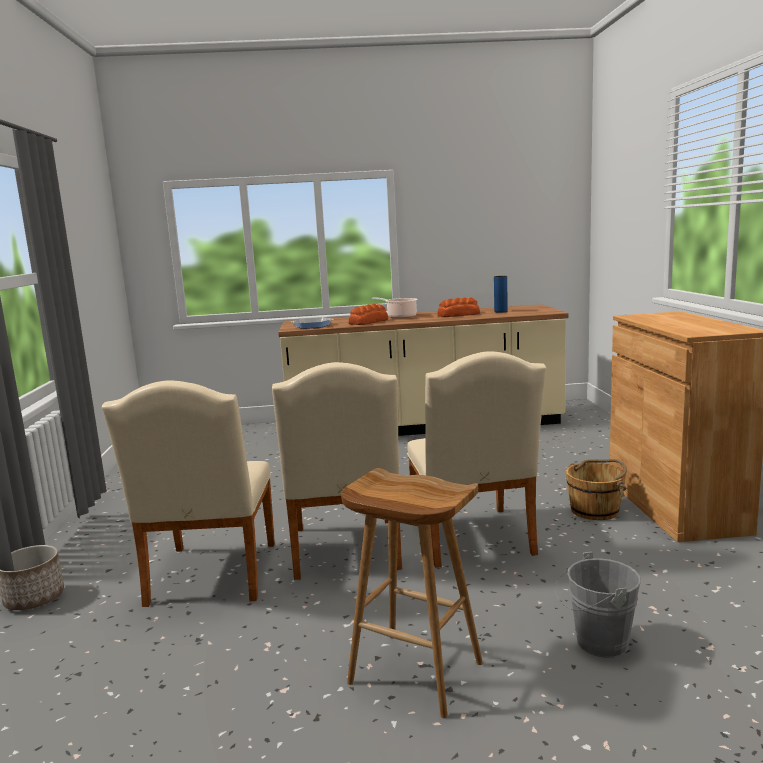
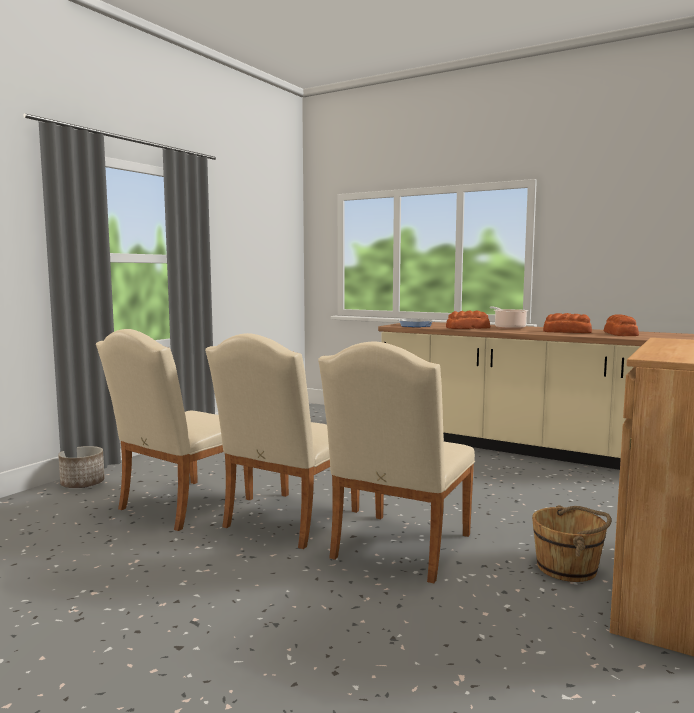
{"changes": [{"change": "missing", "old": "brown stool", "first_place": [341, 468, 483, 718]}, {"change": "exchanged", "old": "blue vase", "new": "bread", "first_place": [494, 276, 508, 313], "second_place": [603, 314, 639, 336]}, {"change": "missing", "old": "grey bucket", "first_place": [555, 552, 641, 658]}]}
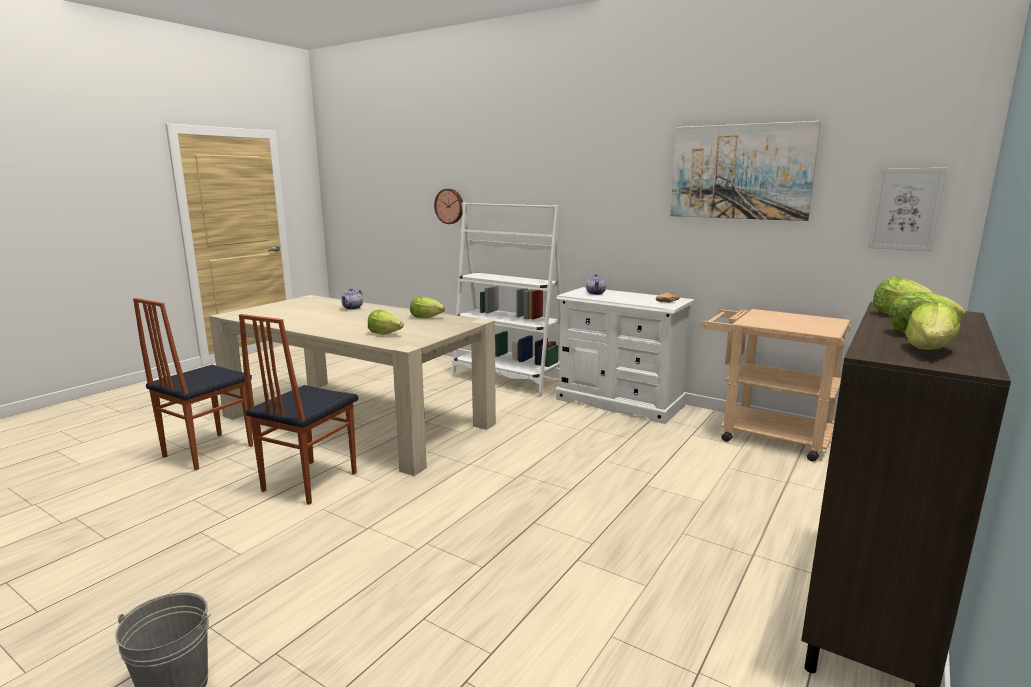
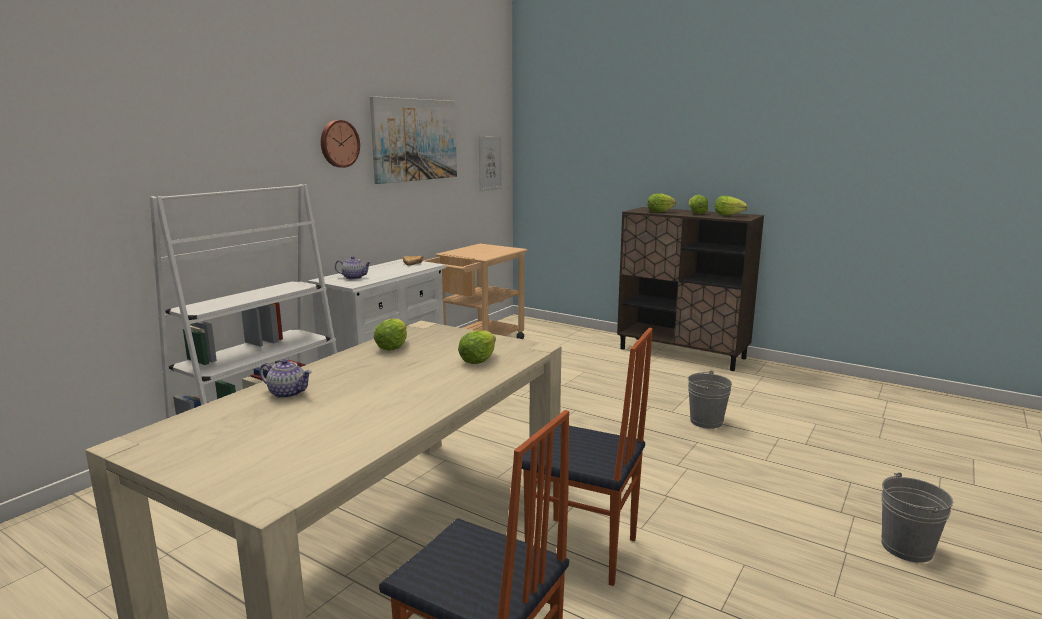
{"changes": [{"change": "relocated", "old": "wall clock", "first_place": [434, 189, 463, 224], "second_place": [321, 120, 360, 168]}, {"change": "appeared", "new": "grey bucket", "second_place": [688, 371, 732, 429]}]}
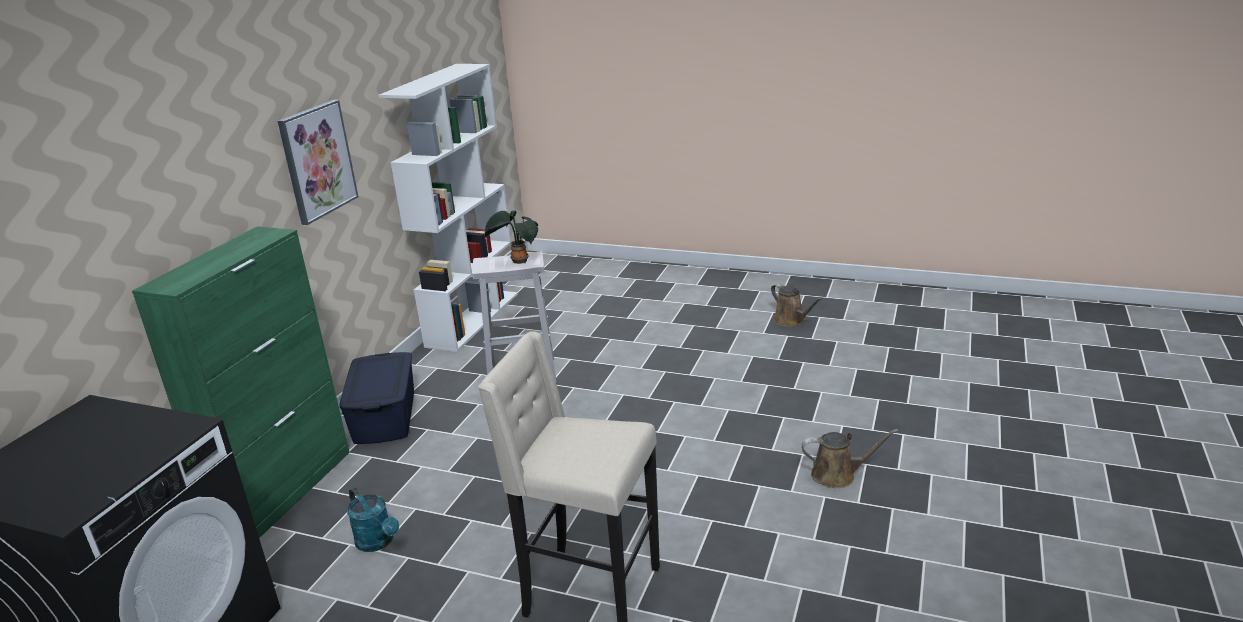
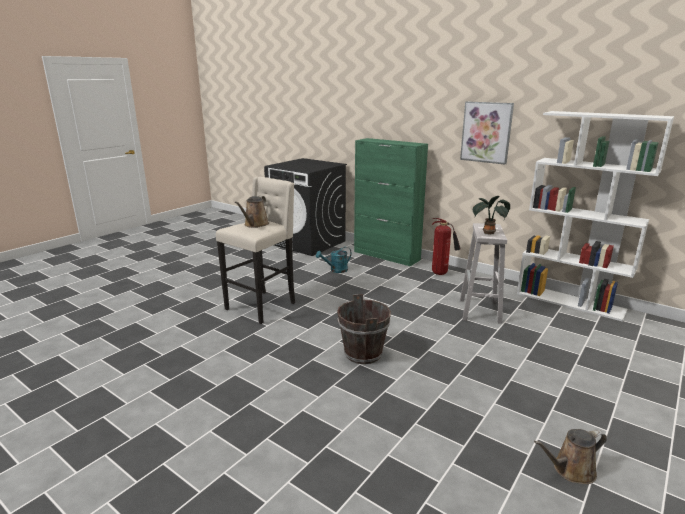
{"changes": [{"change": "exchanged", "old": "blue storage box", "new": "fire extinguisher", "first_place": [339, 352, 414, 444], "second_place": [432, 218, 461, 275]}, {"change": "relocated", "old": "brown watering can", "first_place": [802, 429, 898, 488], "second_place": [235, 196, 269, 228]}, {"change": "appeared", "new": "brown bucket", "second_place": [337, 294, 391, 364]}]}
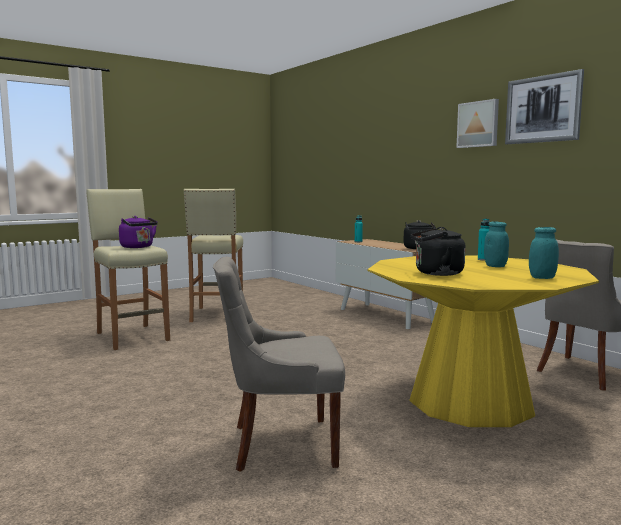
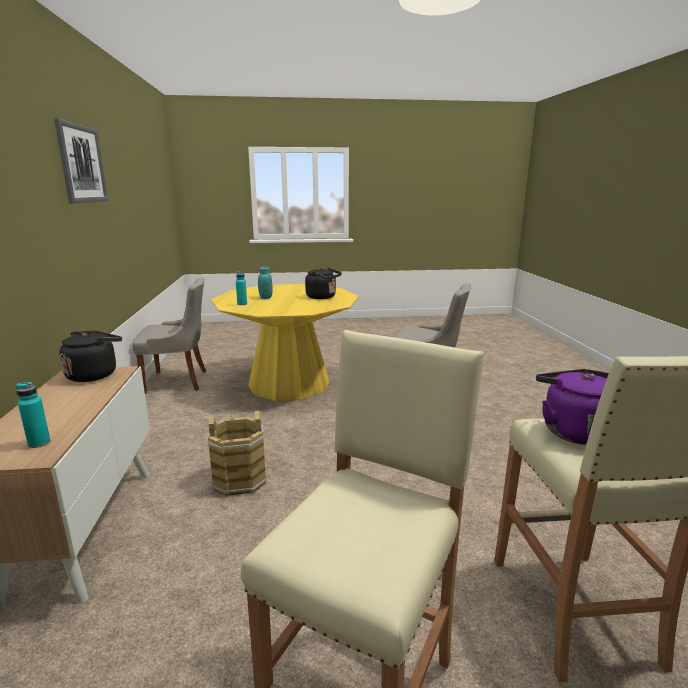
{"changes": [{"change": "missing", "old": "picture", "first_place": [456, 99, 499, 148]}, {"change": "missing", "old": "turquoise jar", "first_place": [529, 227, 559, 279]}, {"change": "appeared", "new": "brown bucket", "second_place": [208, 411, 267, 496]}]}
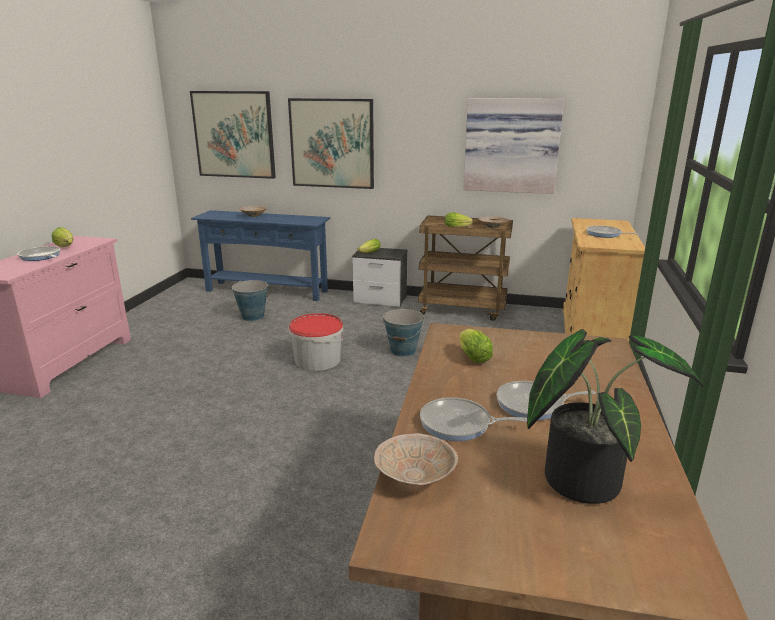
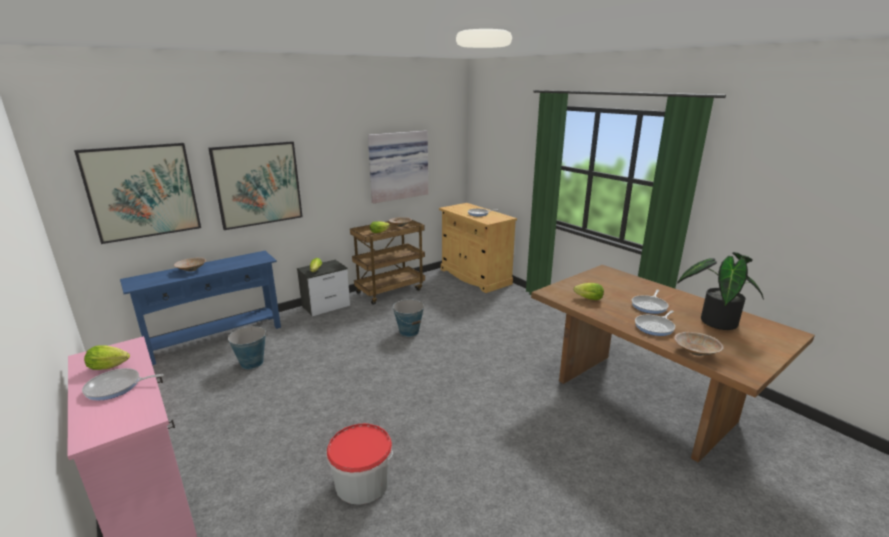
{"changes": [{"change": "relocated", "old": "bucket", "first_place": [289, 313, 343, 371], "second_place": [326, 423, 393, 505]}]}
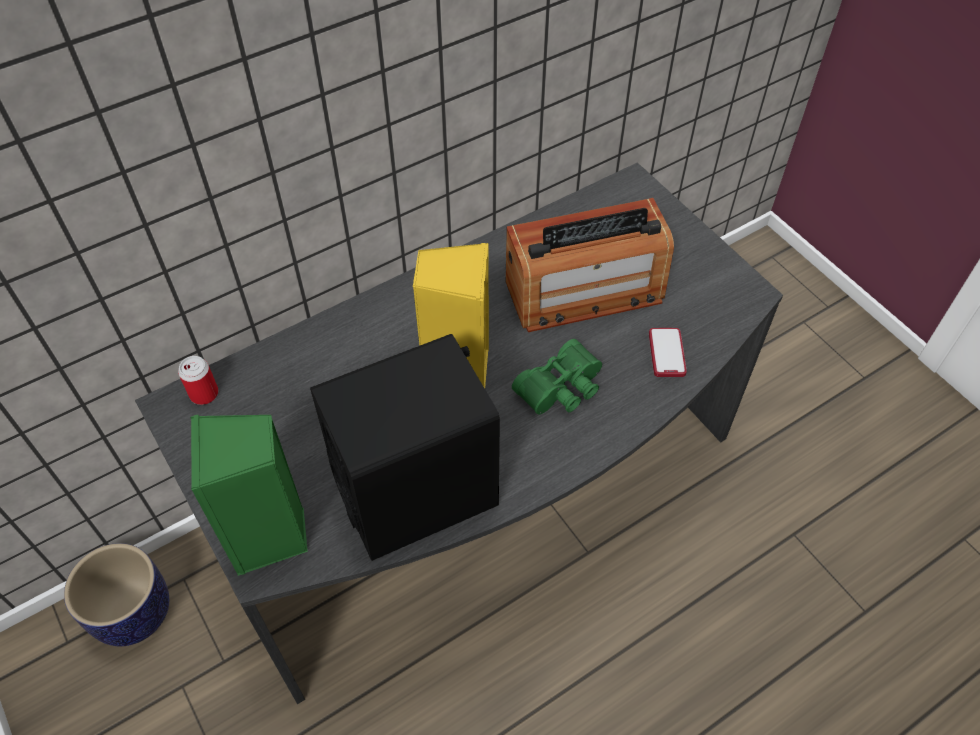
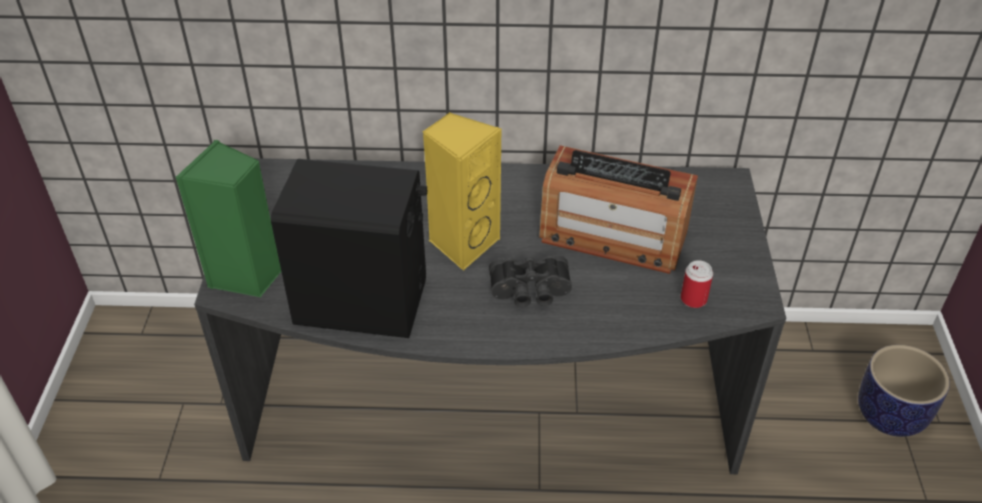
{"changes": [{"change": "relocated", "old": "planter", "first_place": [64, 543, 169, 646], "second_place": [858, 345, 950, 437]}, {"change": "relocated", "old": "can", "first_place": [178, 356, 218, 405], "second_place": [681, 260, 713, 308]}, {"change": "colour", "old": "green binoculars", "new": "black binoculars", "first_place": [512, 339, 602, 414], "second_place": [489, 255, 572, 307]}, {"change": "missing", "old": "phone", "first_place": [649, 328, 687, 377]}]}
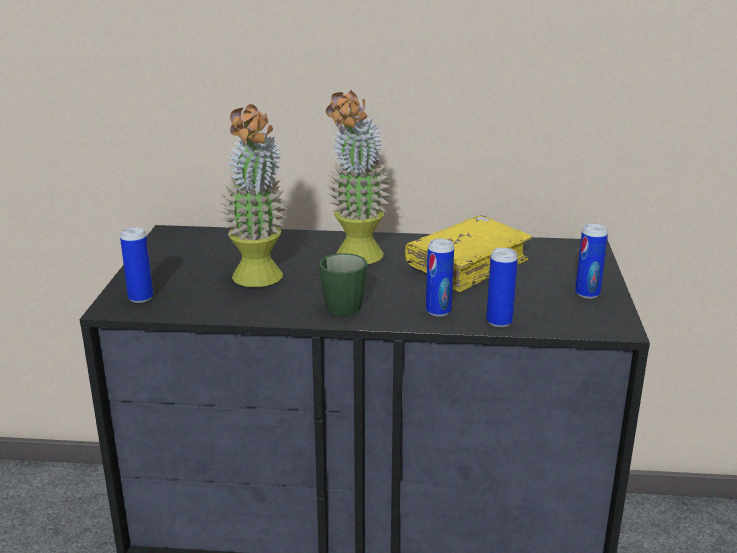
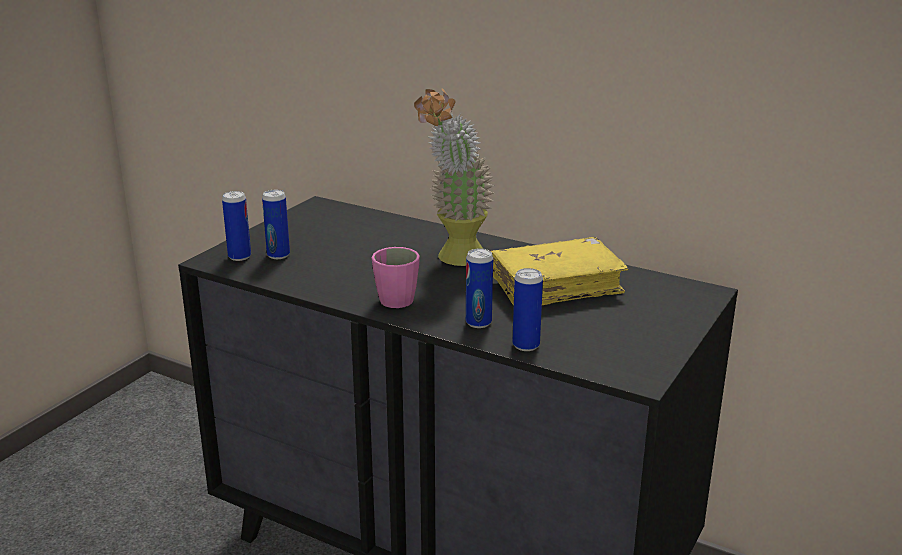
{"changes": [{"change": "missing", "old": "potted plant", "first_place": [219, 104, 289, 287]}, {"change": "colour", "old": "green mug", "new": "pink mug", "first_place": [319, 253, 367, 315], "second_place": [372, 247, 420, 308]}, {"change": "relocated", "old": "can", "first_place": [575, 224, 608, 299], "second_place": [262, 190, 290, 259]}]}
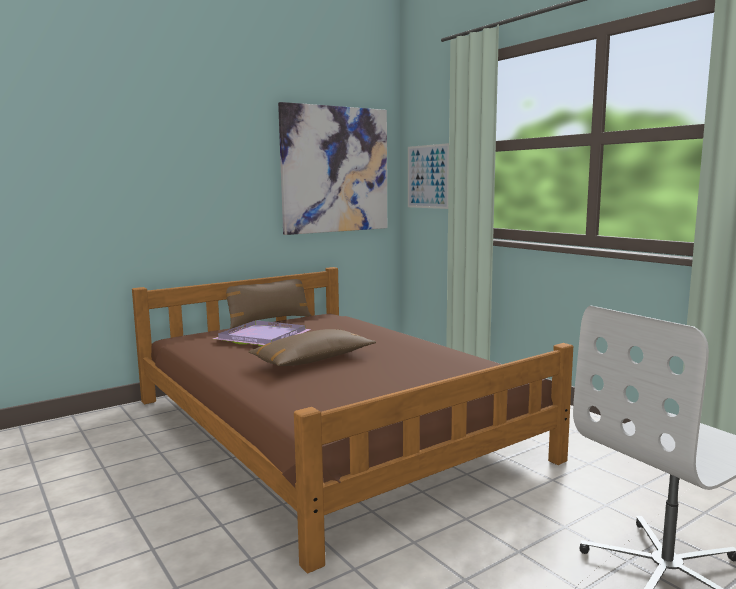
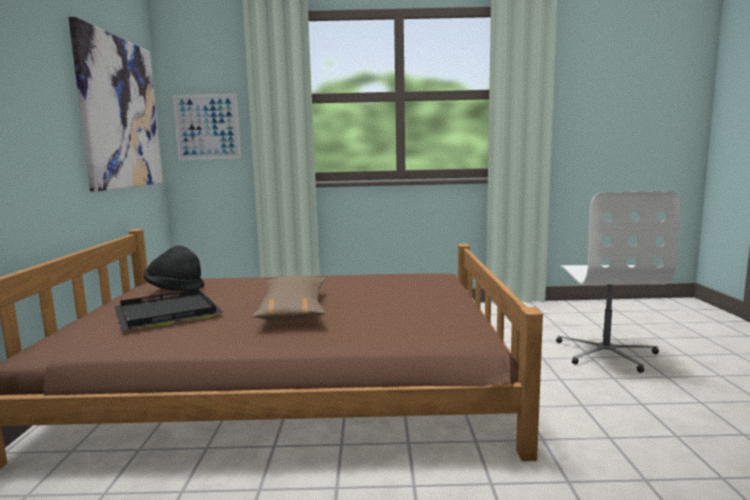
{"changes": [{"change": "colour", "old": "purple tray", "new": "black tray", "first_place": [213, 320, 311, 346], "second_place": [115, 289, 223, 330]}, {"change": "missing", "old": "brown pillow", "first_place": [226, 279, 311, 329]}, {"change": "appeared", "new": "black hat", "second_place": [144, 245, 204, 291]}]}
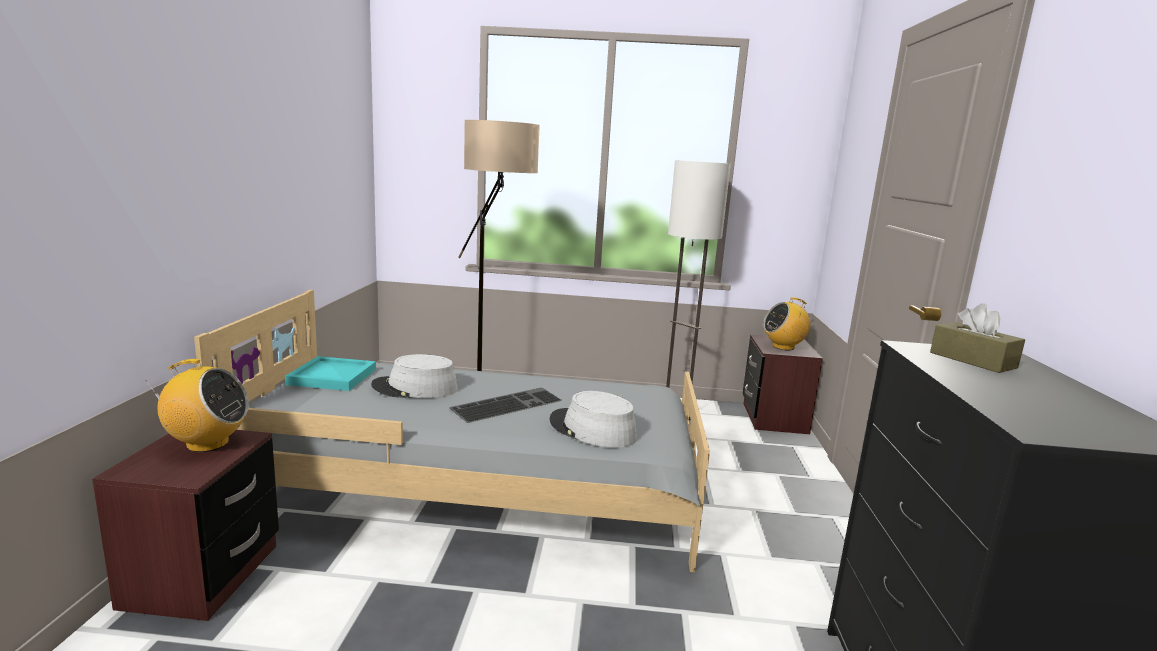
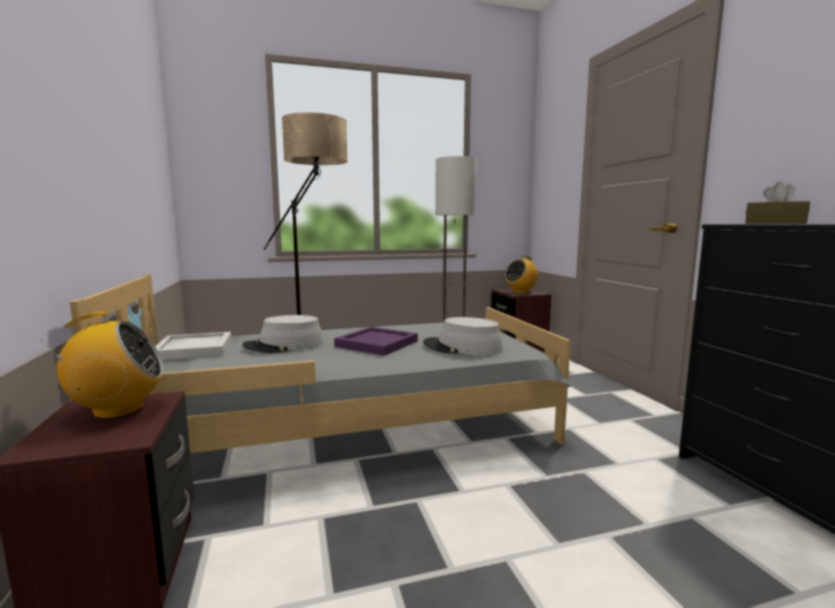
{"changes": [{"change": "colour", "old": "turquoise tray", "new": "white tray", "first_place": [285, 356, 376, 391], "second_place": [155, 332, 232, 360]}, {"change": "exchanged", "old": "keyboard", "new": "purple tray", "first_place": [449, 387, 562, 423], "second_place": [334, 327, 418, 356]}]}
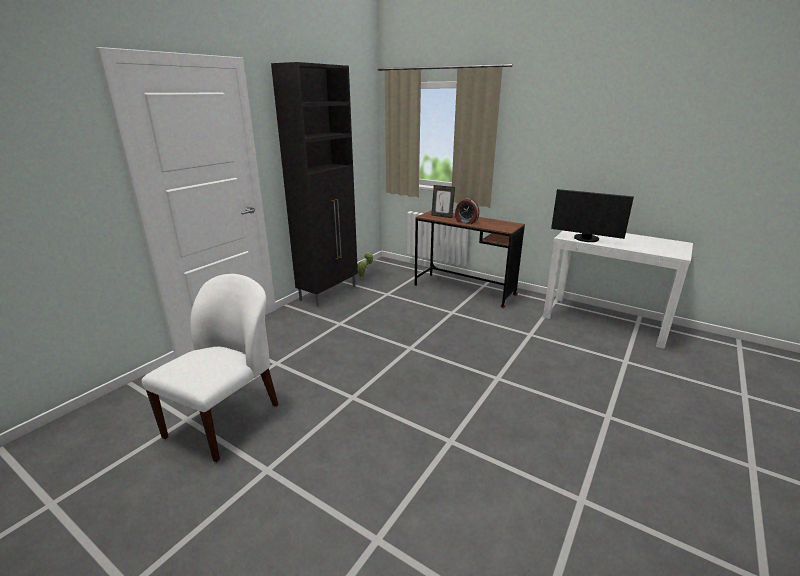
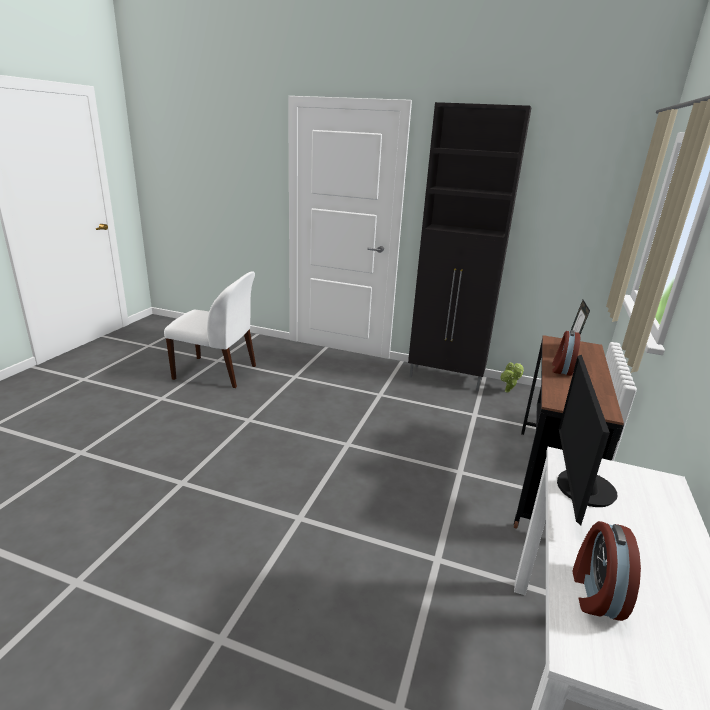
{"changes": [{"change": "appeared", "new": "alarm clock", "second_place": [572, 521, 641, 621]}]}
